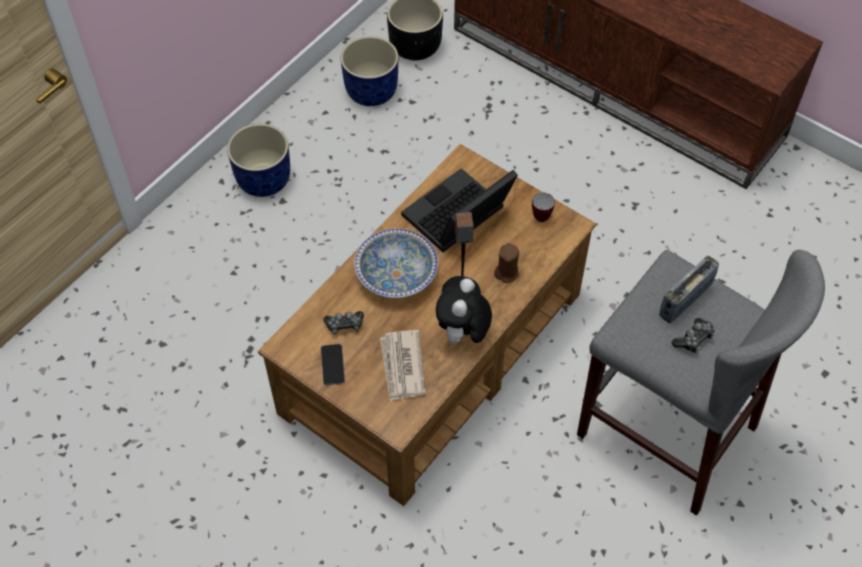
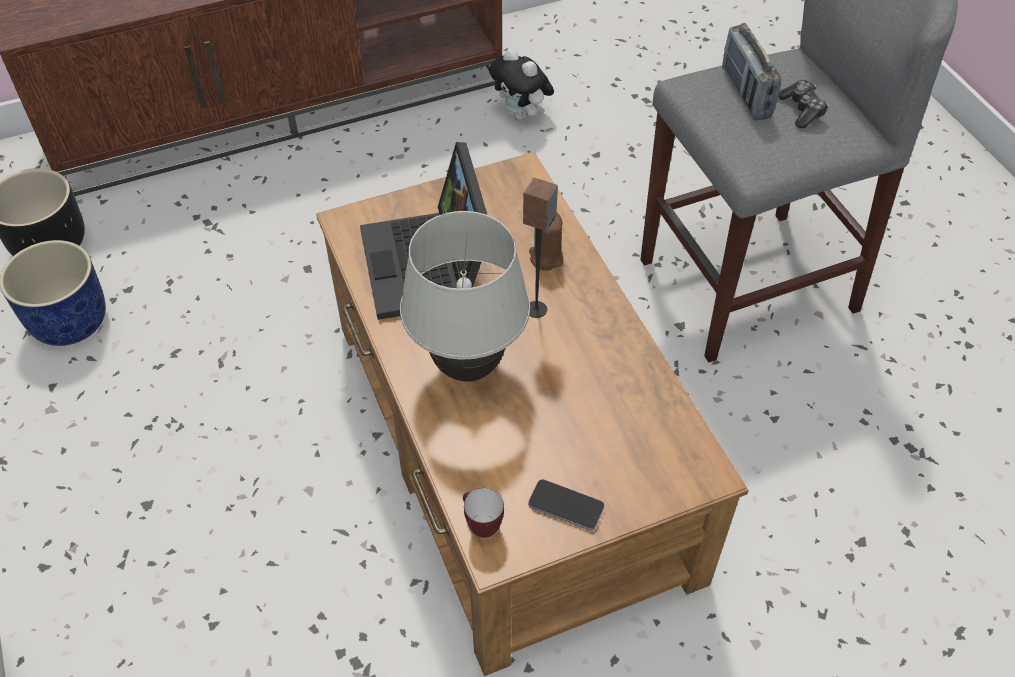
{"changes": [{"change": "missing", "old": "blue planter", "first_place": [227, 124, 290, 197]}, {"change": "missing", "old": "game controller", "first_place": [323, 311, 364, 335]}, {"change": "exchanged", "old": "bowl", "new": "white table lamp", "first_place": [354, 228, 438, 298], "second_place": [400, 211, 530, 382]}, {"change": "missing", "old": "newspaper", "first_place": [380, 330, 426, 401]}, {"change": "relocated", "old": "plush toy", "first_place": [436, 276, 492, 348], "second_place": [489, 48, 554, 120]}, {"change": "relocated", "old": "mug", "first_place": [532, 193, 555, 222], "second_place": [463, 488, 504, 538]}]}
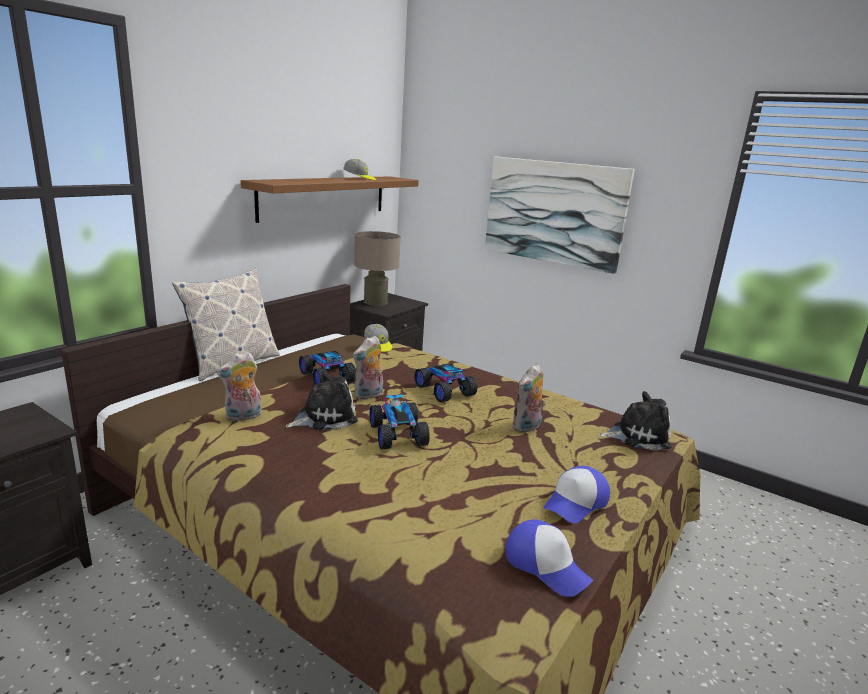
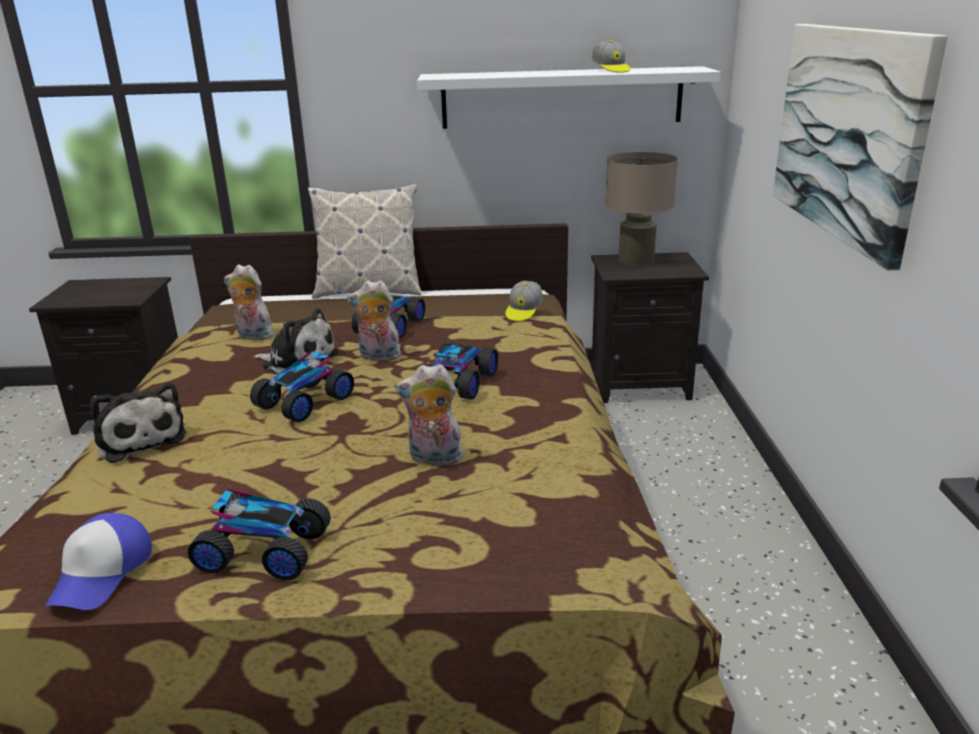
{"changes": [{"change": "colour", "old": "brown shelf", "new": "white shelf", "first_place": [241, 176, 419, 223], "second_place": [417, 66, 721, 129]}, {"change": "exchanged", "old": "cap", "new": "toy car", "first_place": [544, 466, 610, 523], "second_place": [188, 489, 331, 581]}, {"change": "relocated", "old": "plush toy", "first_place": [599, 391, 672, 451], "second_place": [91, 383, 187, 463]}]}
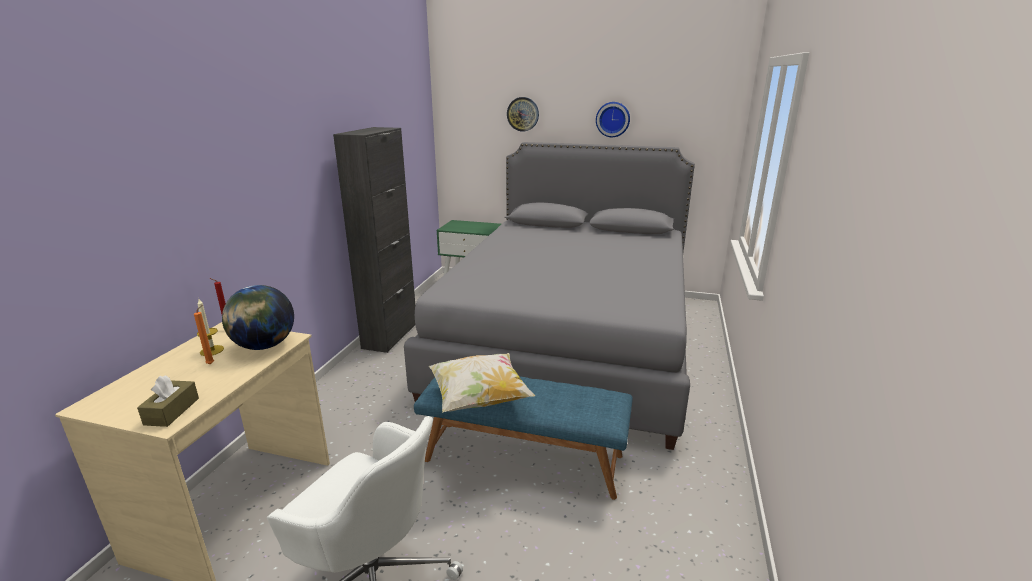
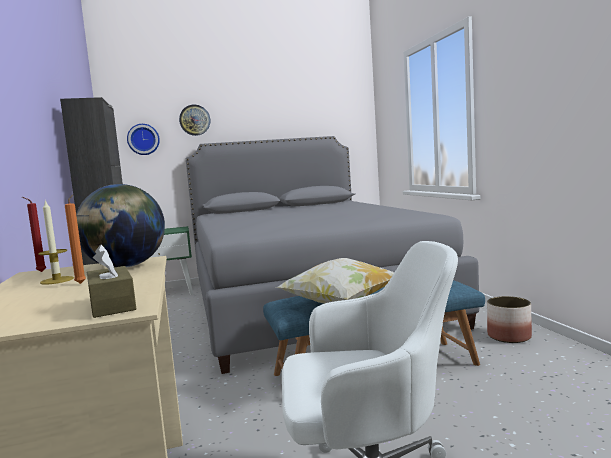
{"changes": [{"change": "relocated", "old": "wall clock", "first_place": [596, 102, 630, 137], "second_place": [127, 124, 160, 155]}, {"change": "appeared", "new": "planter", "second_place": [487, 296, 532, 343]}]}
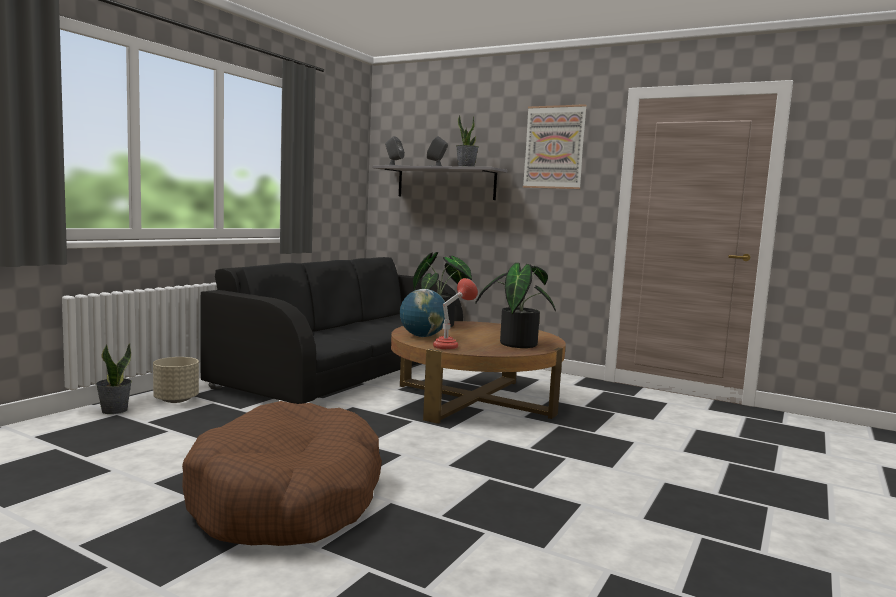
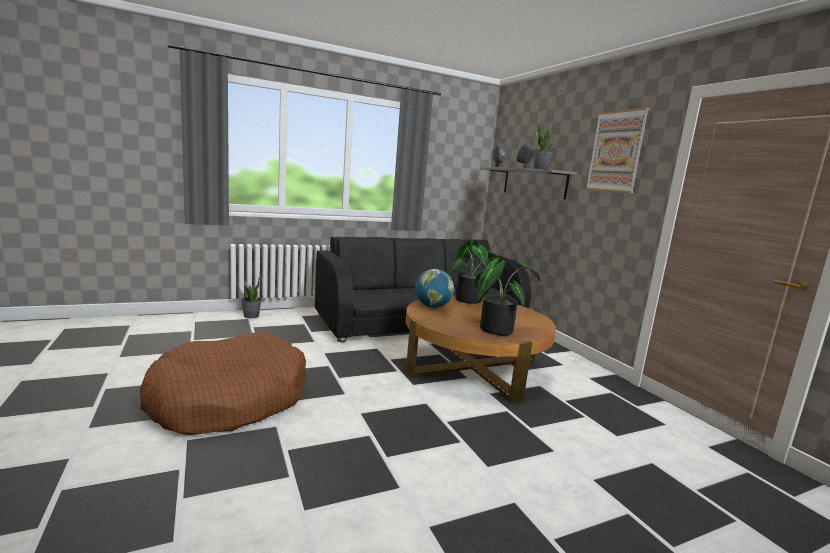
{"changes": [{"change": "missing", "old": "beige planter", "first_place": [153, 357, 199, 403]}, {"change": "missing", "old": "red table lamp", "first_place": [433, 278, 478, 349]}]}
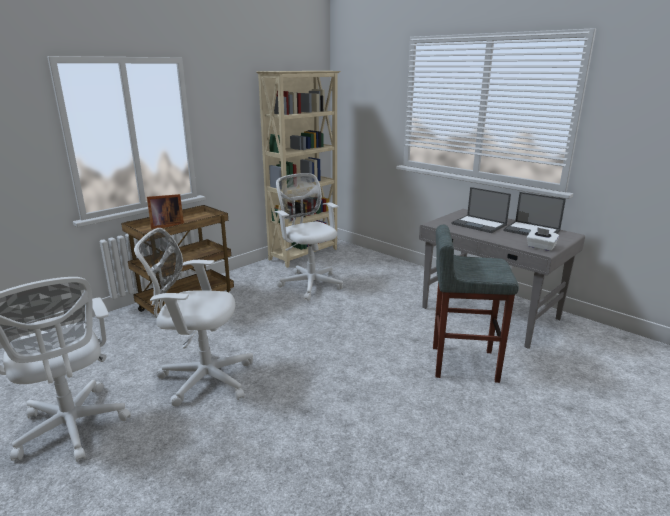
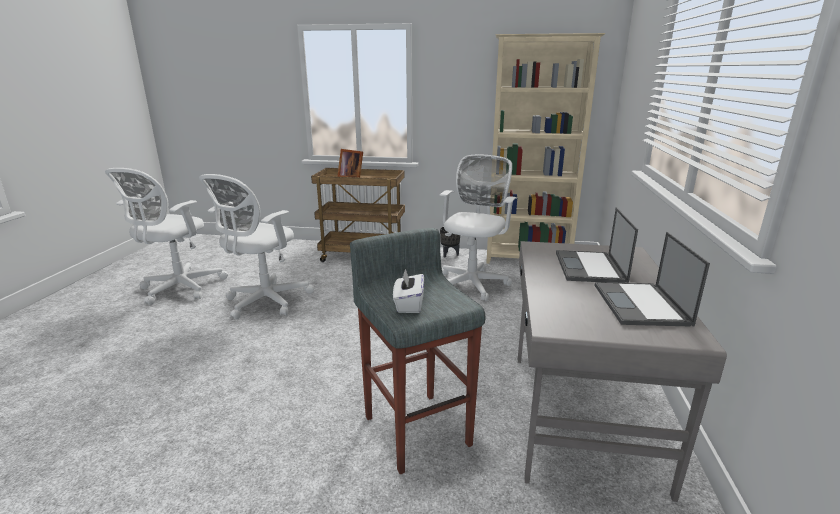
{"changes": [{"change": "spun", "old": "white office chair", "first_place": [134, 228, 253, 406], "second_place": [199, 174, 315, 319], "degrees": -120}, {"change": "relocated", "old": "white tissue box", "first_place": [527, 227, 559, 251], "second_place": [393, 269, 424, 313]}, {"change": "appeared", "new": "black planter", "second_place": [440, 226, 460, 257]}]}
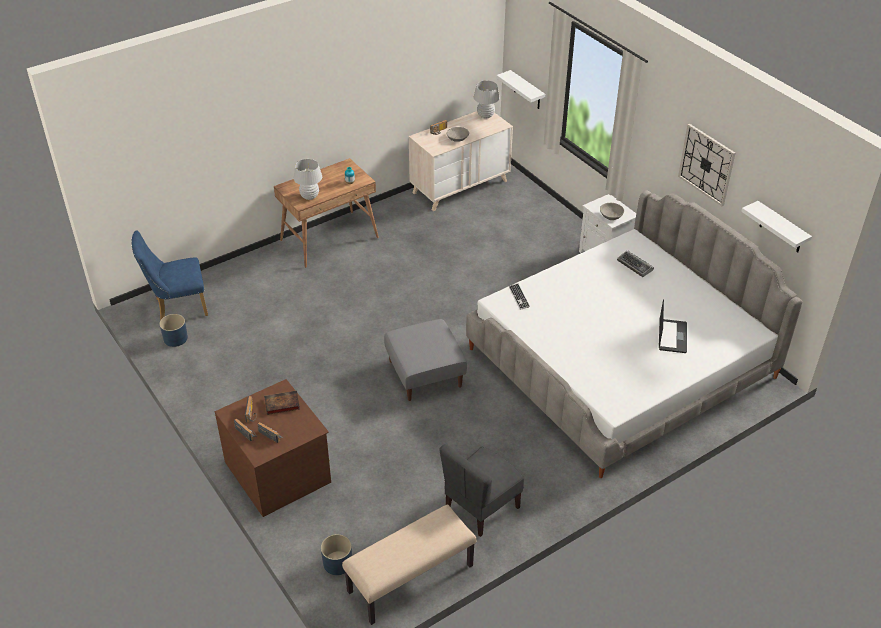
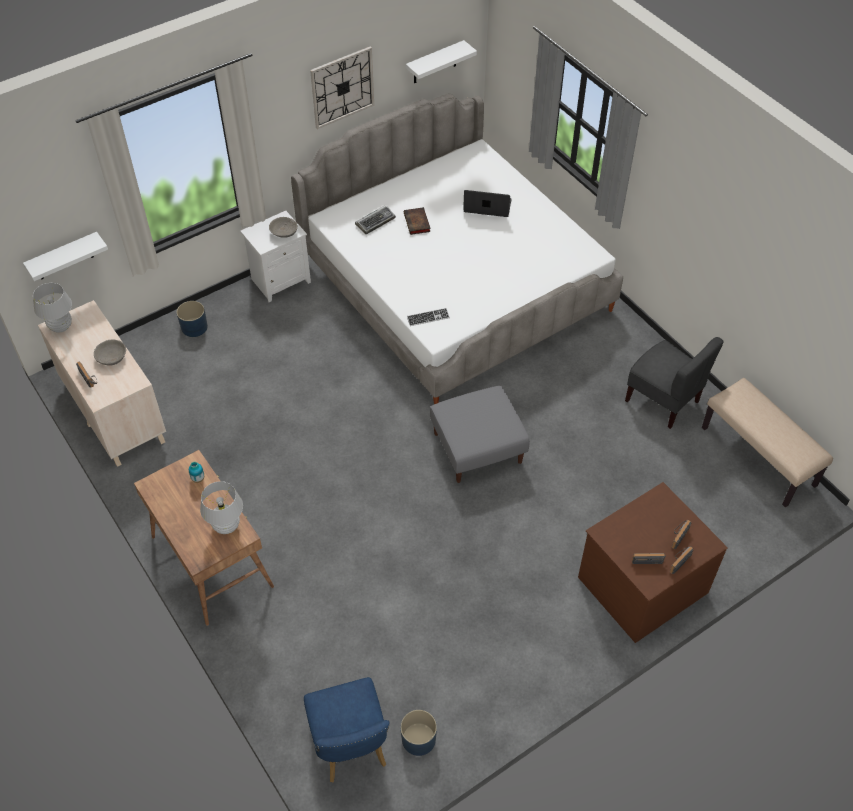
{"changes": [{"change": "relocated", "old": "book", "first_place": [264, 391, 300, 415], "second_place": [404, 207, 431, 235]}, {"change": "relocated", "old": "blue planter", "first_place": [321, 534, 352, 575], "second_place": [177, 301, 208, 337]}]}
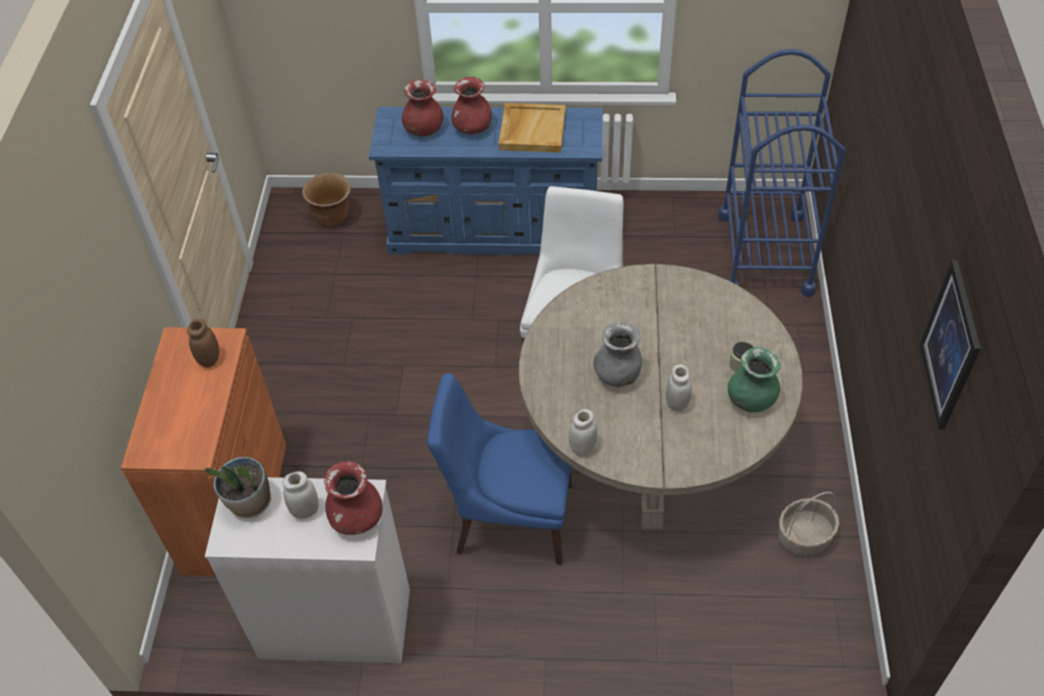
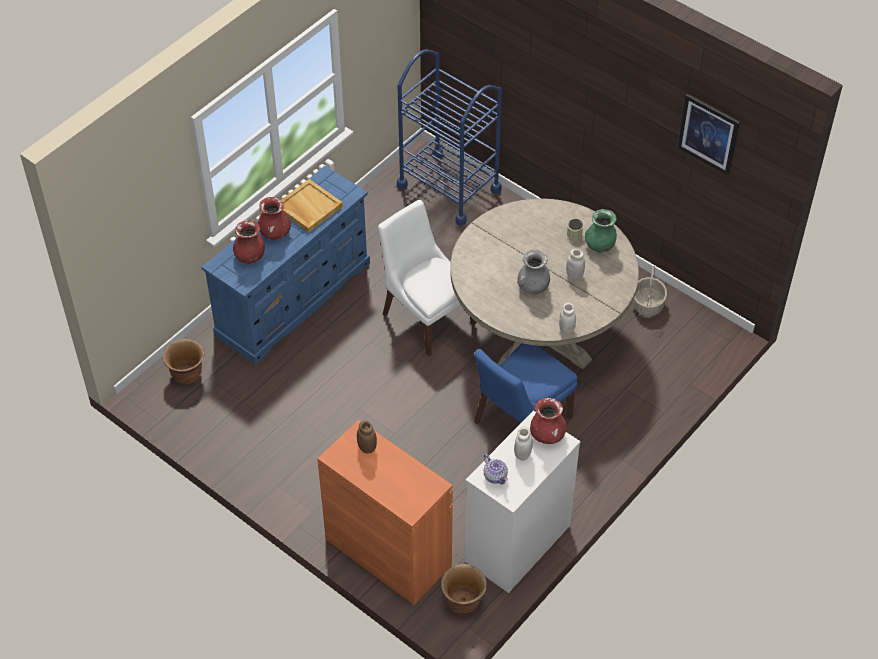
{"changes": [{"change": "exchanged", "old": "potted plant", "new": "teapot", "first_place": [205, 457, 271, 518], "second_place": [484, 454, 508, 484]}, {"change": "appeared", "new": "brown planter", "second_place": [441, 564, 487, 614]}]}
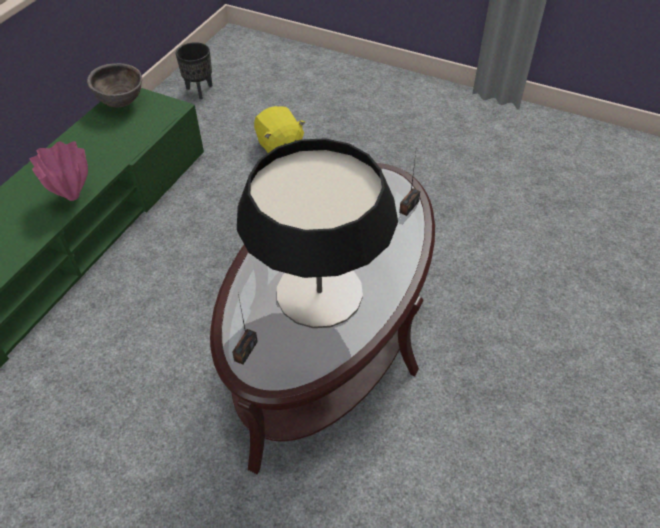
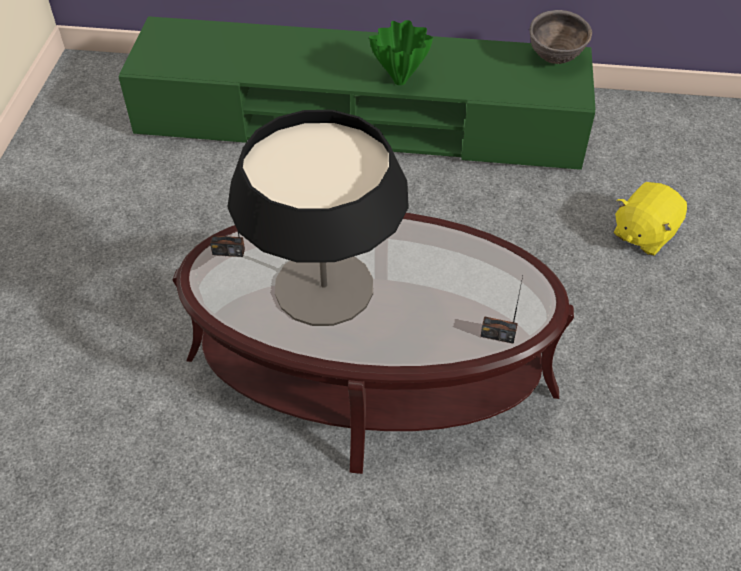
{"changes": [{"change": "colour", "old": "pink vase", "new": "green vase", "first_place": [30, 141, 88, 201], "second_place": [369, 20, 433, 85]}, {"change": "missing", "old": "black planter", "first_place": [176, 42, 212, 99]}]}
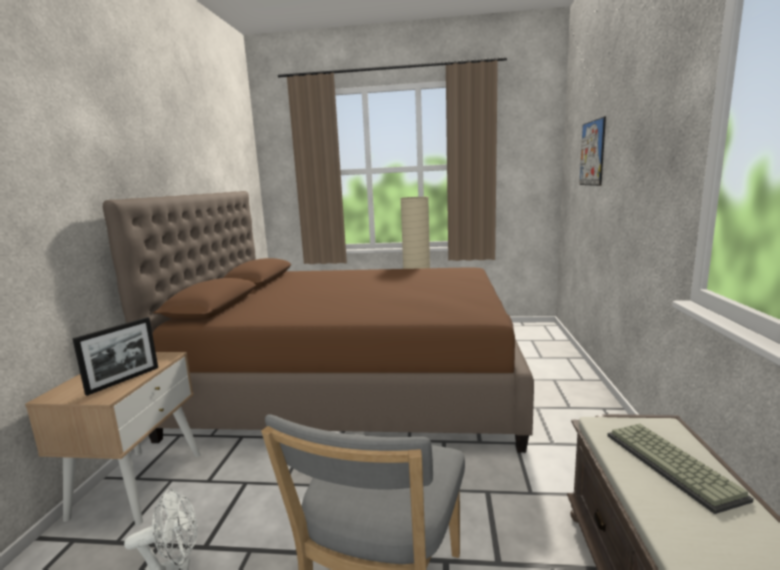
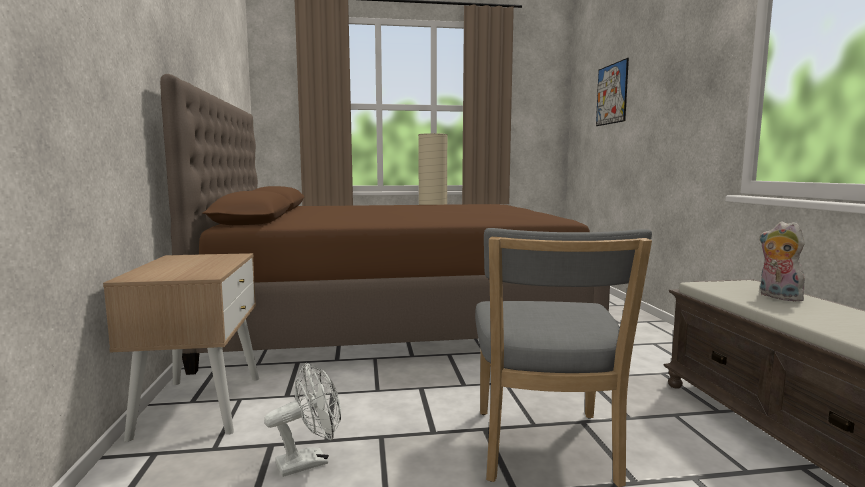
{"changes": [{"change": "missing", "old": "picture frame", "first_place": [72, 317, 158, 396]}, {"change": "exchanged", "old": "keyboard", "new": "plush toy", "first_place": [607, 424, 754, 514], "second_place": [759, 221, 808, 301]}]}
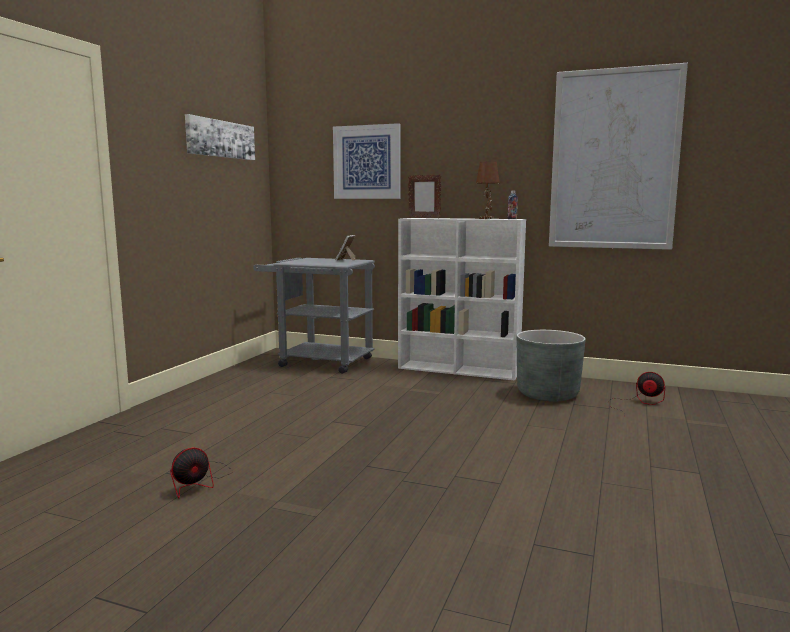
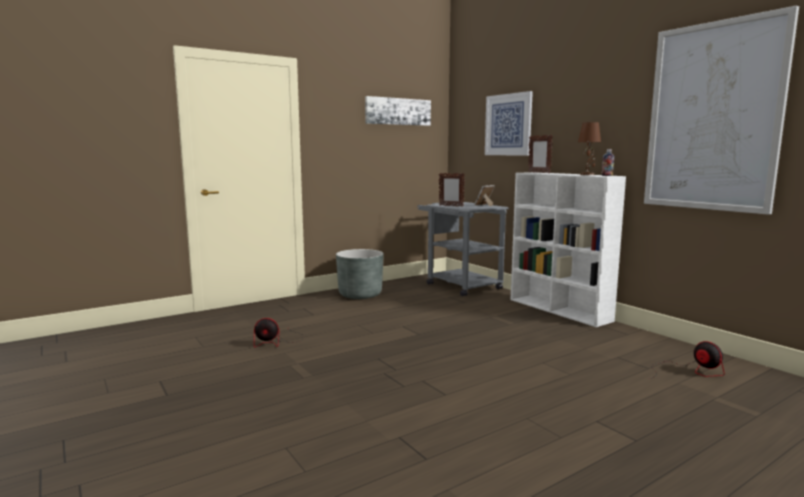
{"changes": [{"change": "relocated", "old": "grey planter", "first_place": [517, 330, 586, 401], "second_place": [336, 249, 383, 299]}, {"change": "appeared", "new": "picture frame", "second_place": [439, 173, 465, 207]}]}
